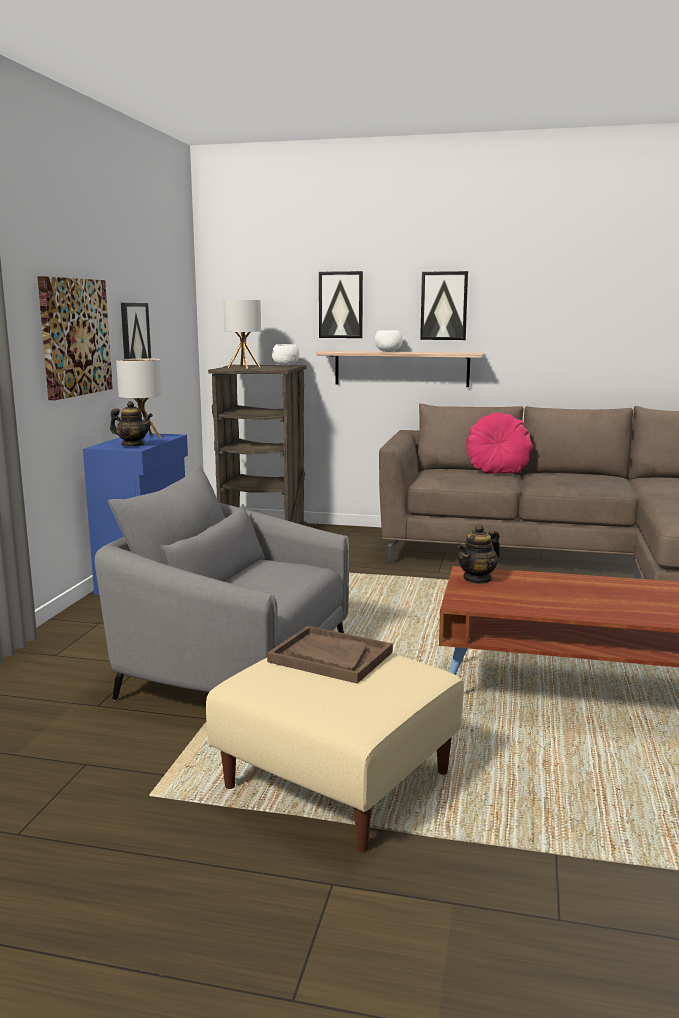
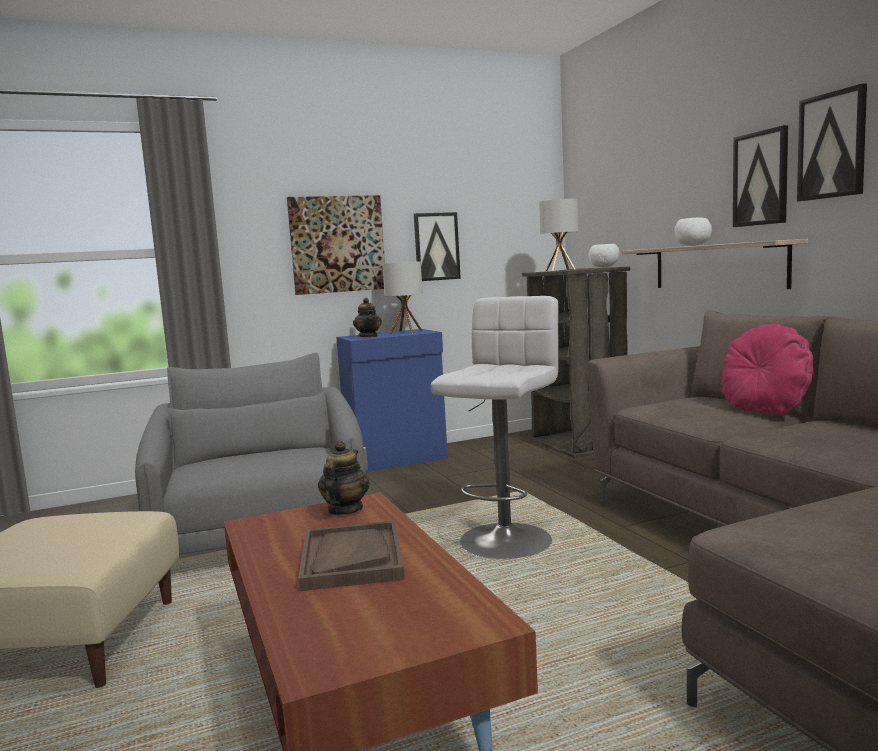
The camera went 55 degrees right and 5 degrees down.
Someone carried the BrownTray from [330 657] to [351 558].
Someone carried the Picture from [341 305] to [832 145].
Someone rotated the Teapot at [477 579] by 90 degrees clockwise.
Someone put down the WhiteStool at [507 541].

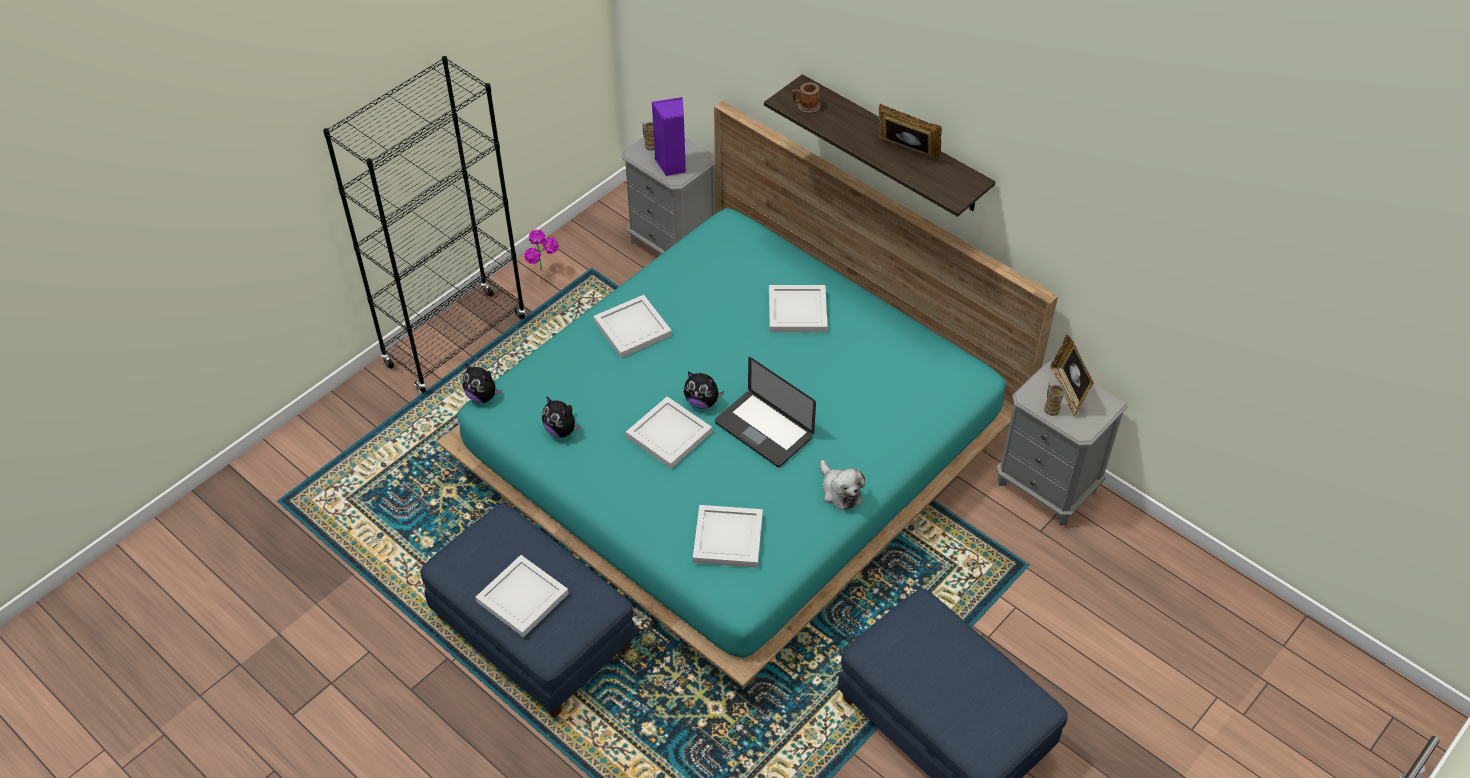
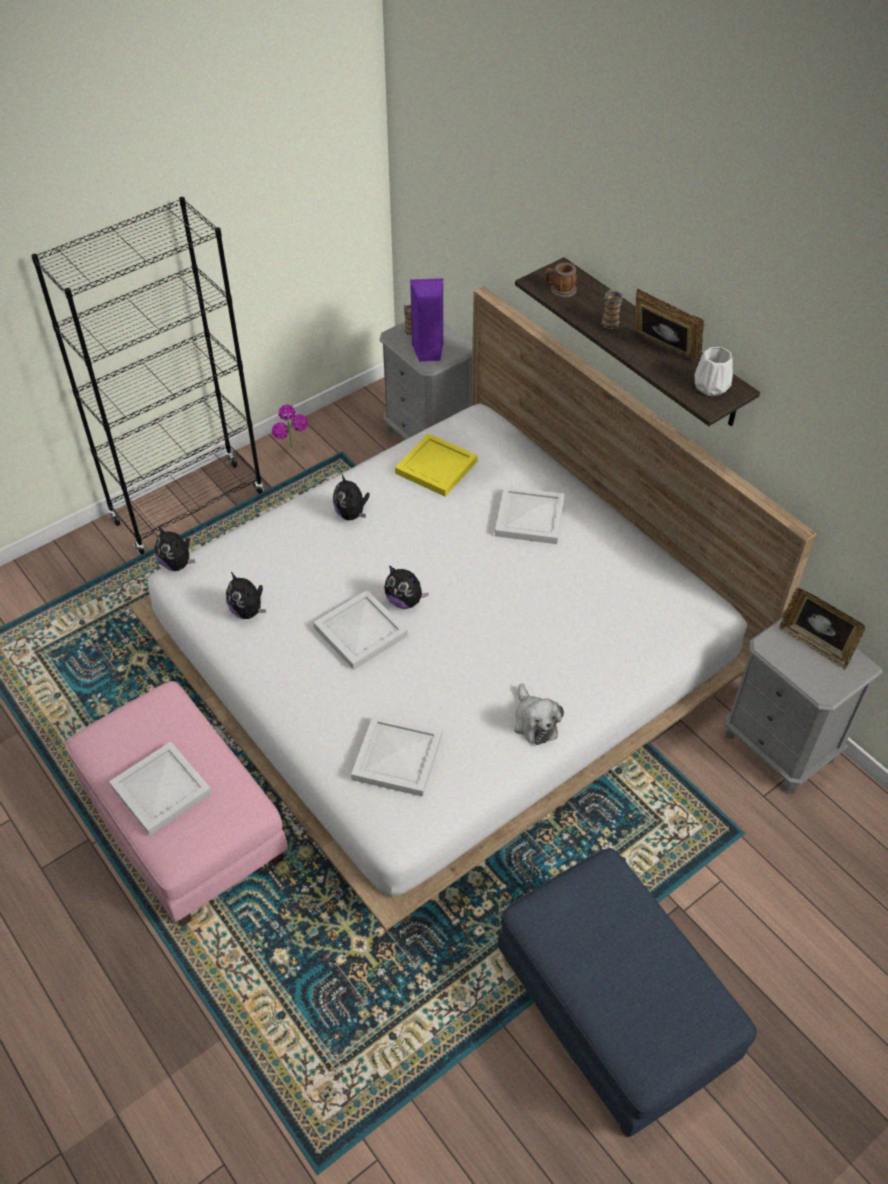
The camera went 10 degrees right and 0 degrees up.
Someone repainted the BlueOttoman at [534 633], which became the PinkOttoman at [186 826].
Someone repainted the TurquoiseBed at [734 456], which became the WhiteBed at [443 664].
Someone swapped the WhiteTray at [634 329] for the PlushToy at [351 514].
Someone took away the Laptop at [763 430].
Someone carried the Mug from [1050 407] to [609 321].
Someone rotated the PictureFrame at [1068 391] by 45 degrees counterclockwise.
Someone put down the YellowTray at [436 468].
Someone put down the WhiteVase at [710 386].

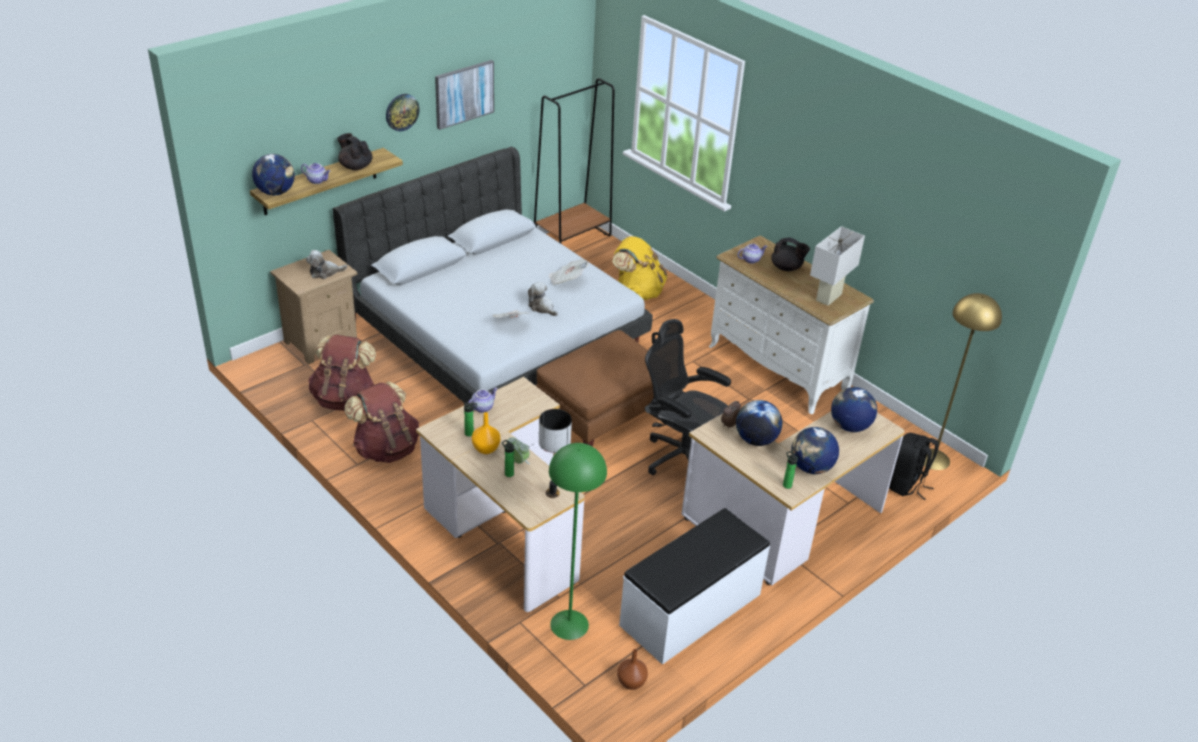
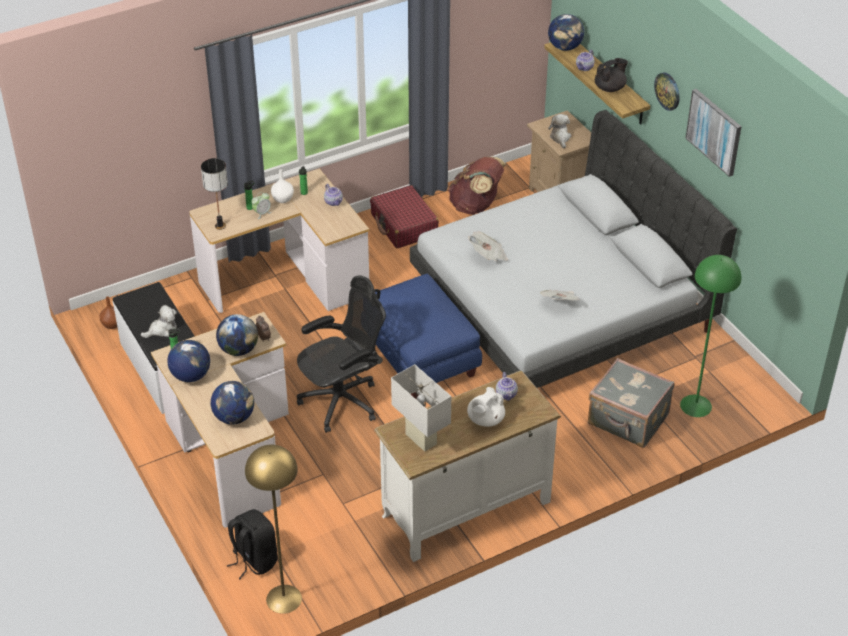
The camera went 105 degrees right and 5 degrees up.
Someone swapped the BrownBackpack at [386 449] for the RedSuitcase at [404 225].
Someone repainted the OrangeVase at [485 449], which became the WhiteVase at [282 199].
Someone carried the PlushToy from [542 308] to [162 330].
Someone took away the ClothesRack at [572 239].
Someone repainted the BrownOttoman at [601 412], which became the BlueOttoman at [421 358].
Someone carried the GreenFloorLamp from [569 624] to [695 405].
Someone swapped the YellowBackpack at [637 292] for the GreySuitcase at [628 420].
Someone repainted the BlackTeapot at [786 268], which became the WhiteTeapot at [485 420].

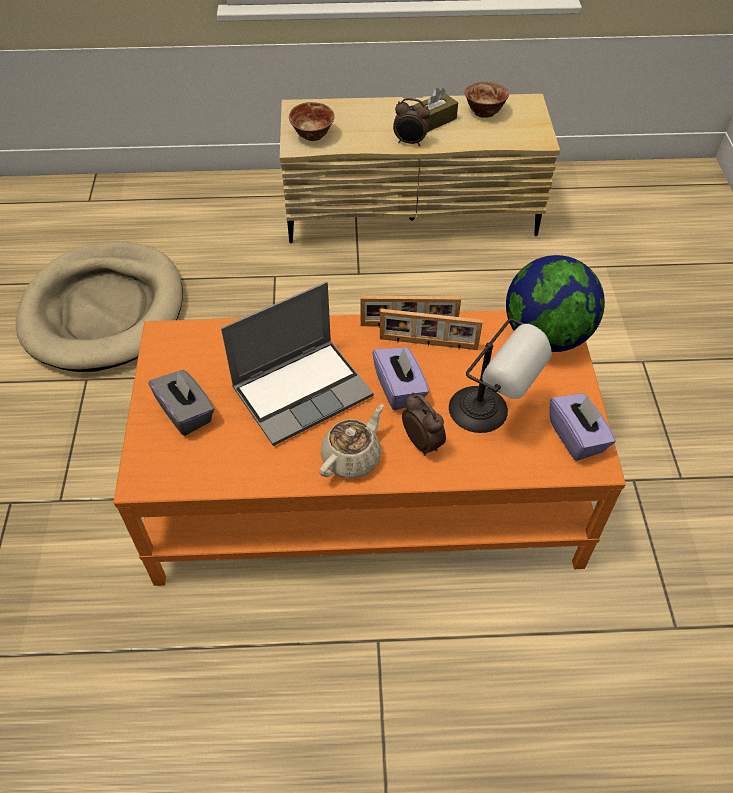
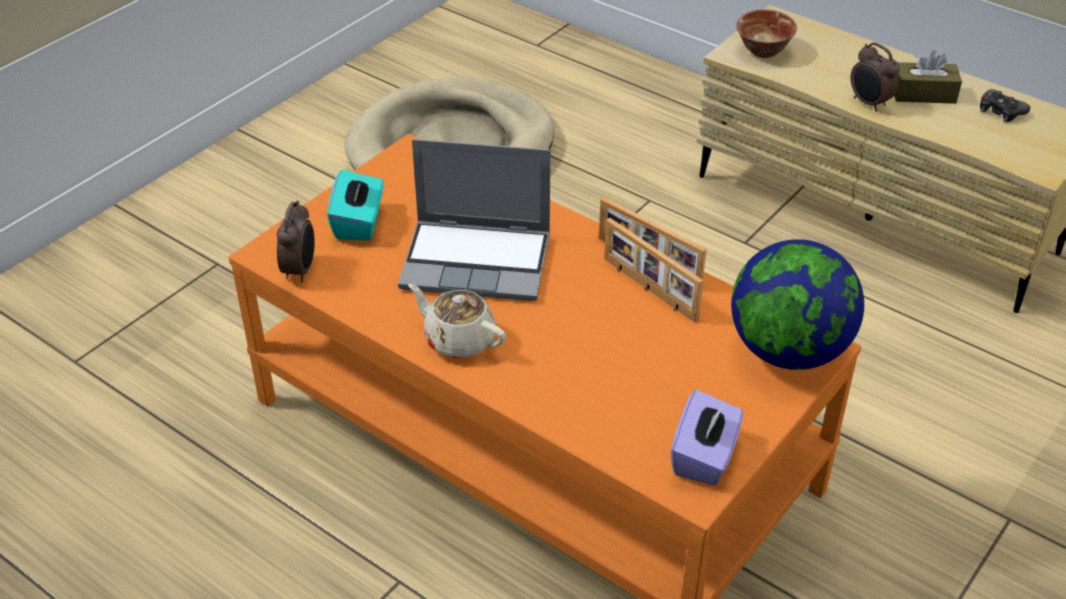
The camera went 40 degrees right and 10 degrees down.
Someone repainted the GreyTissueBox at [186 413], which became the TurquoiseTissueBox at [359 223].
Someone rotated the BeigeTeapot at [352 457] by 135 degrees counterclockwise.
Someone took away the PurpleTissueBox at [399 389].
Someone carried the AlarmClock from [422 442] to [300 270].
Someone took away the TableLamp at [490 413].
Someone swapped the Bowl at [484 112] for the BlackGameController at [1000 111].

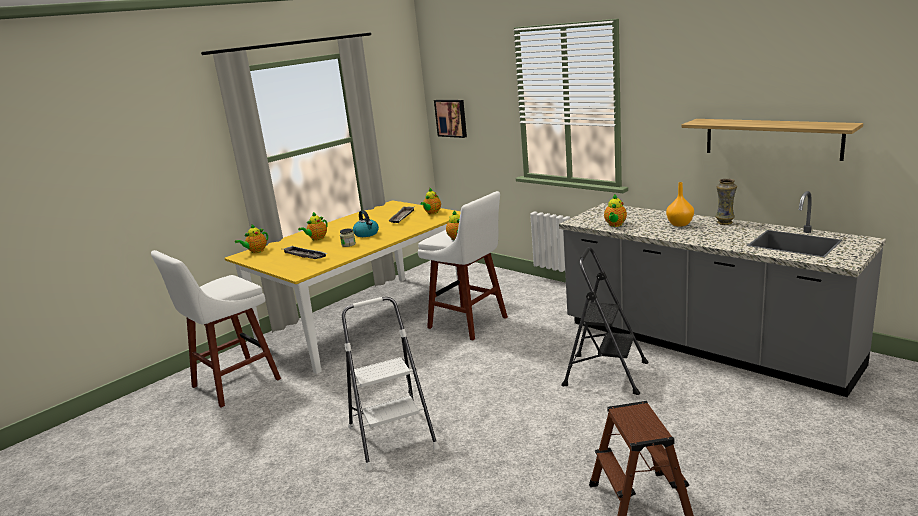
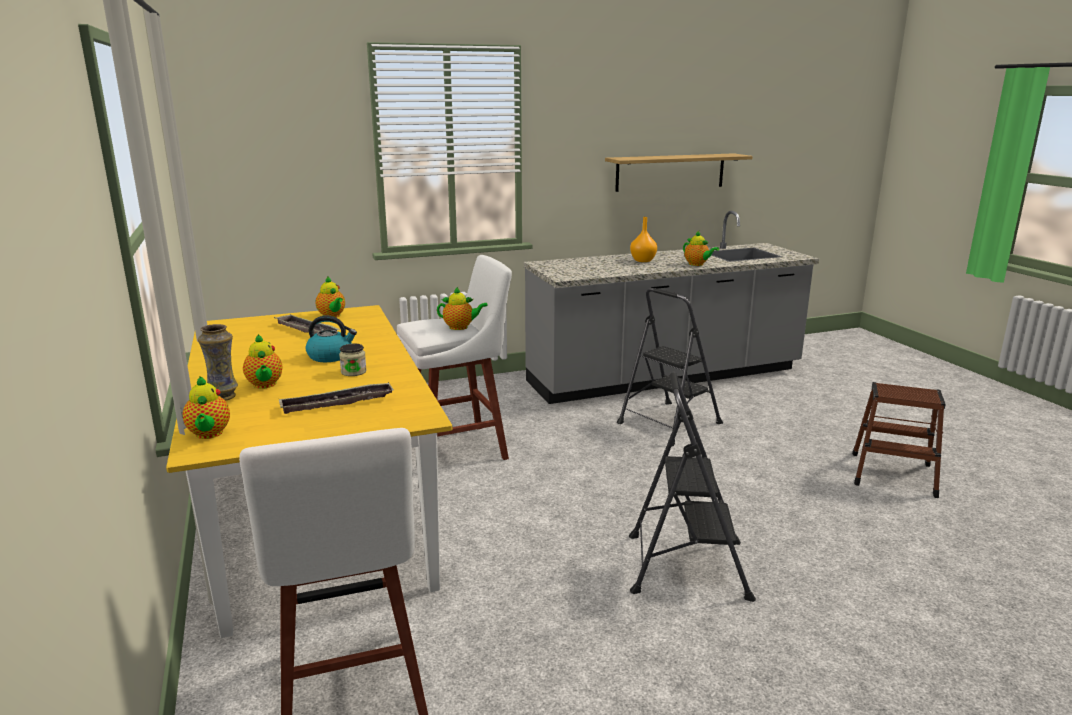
The camera went 65 degrees left and 0 degrees up.
Someone repainted the WhiteStepLadder at [391 435], which became the BlackStepLadder at [683 564].
Someone took away the Picture at [451 118].
Someone carried the Teapot from [615 225] to [697 264].
Someone carried the Vase from [725 222] to [224 396].

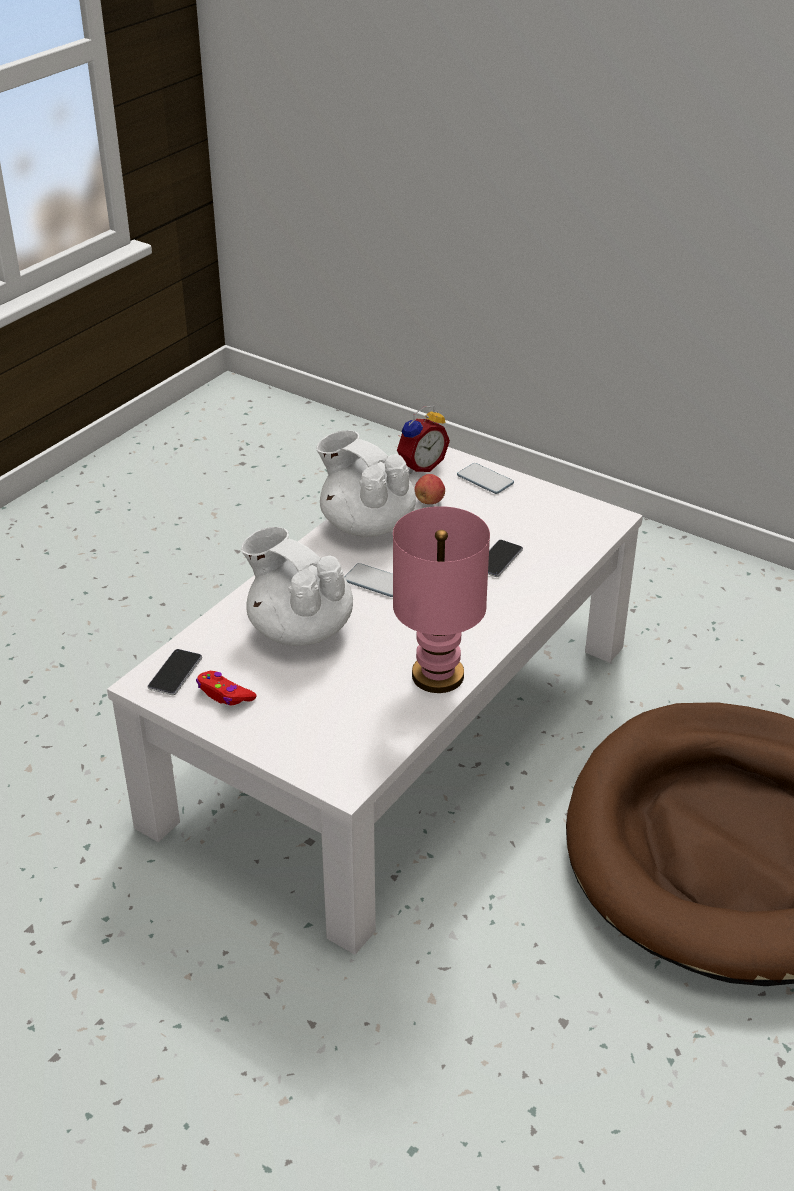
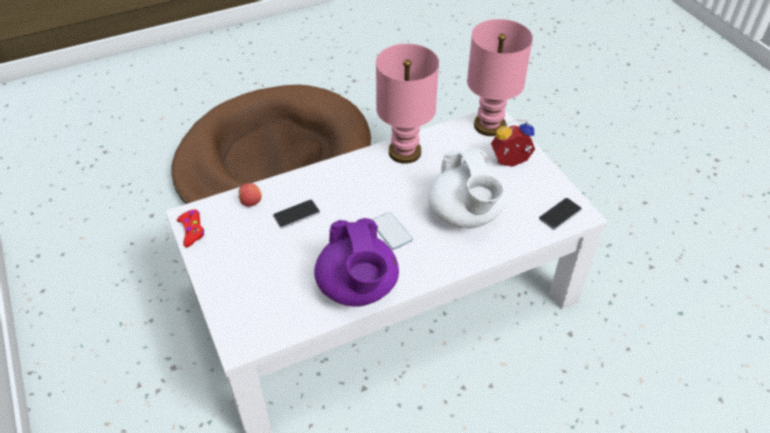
The camera went 150 degrees left and 10 degrees up.
Someone carried the RedGameController from [224 694] to [192 230].
Someone repainted the WhiteTeapot at [366 524], which became the PurpleTeapot at [358 288].
Someone carried the AlarmClock from [420 466] to [511 163].
Someone carried the Apple from [429 501] to [251 202].
Someone took away the Phone at [485 480].
Someone put down the PinkTableLamp at [489 126].

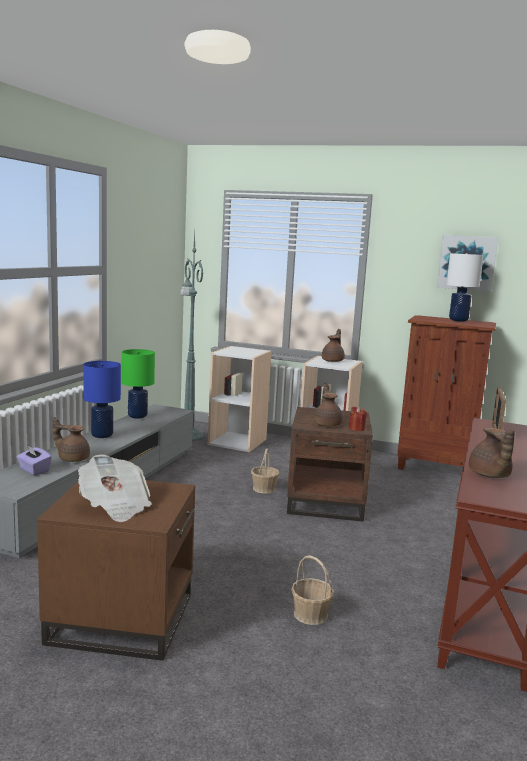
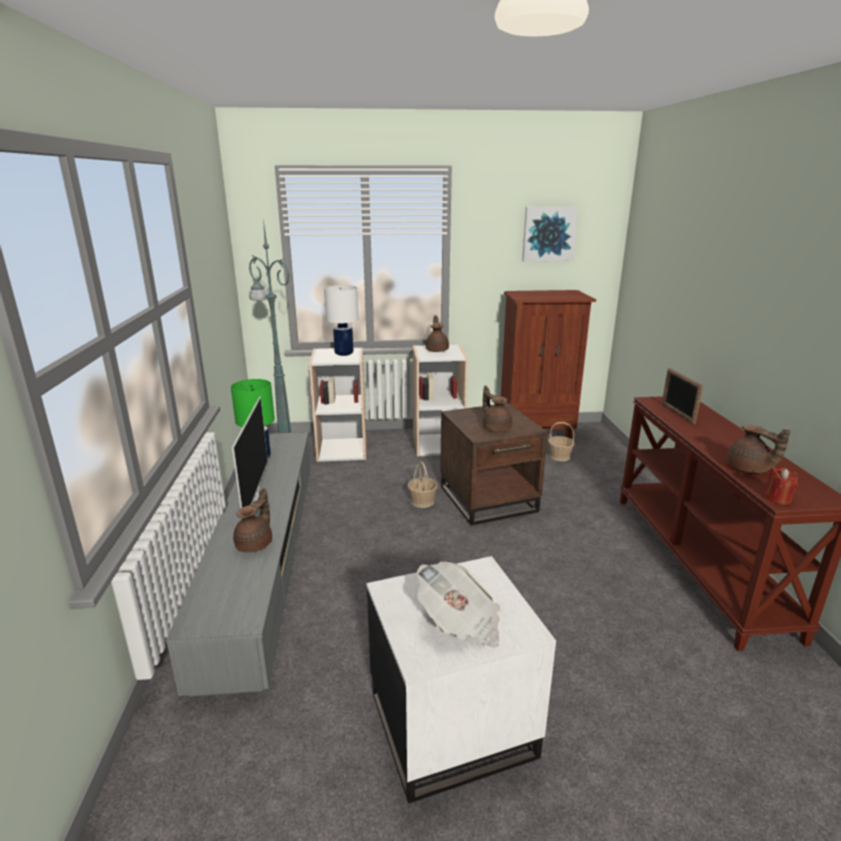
The camera went 25 degrees left and 10 degrees up.
Someone took away the PurpleTissueBox at [34 470].
Someone repainted the BrownSideTable at [122 618], which became the WhiteSideTable at [451 723].
Someone rotated the BrownTeapot at [72 458] by 120 degrees clockwise.
Someone swapped the BlueTableLamp at [102 436] for the Television at [252 499].
Someone carried the Basket from [310 614] to [559 456].
Someone carried the RedCandle from [356 429] to [777 498].
Someone carried the WhiteTableLamp from [458 321] to [343 354].

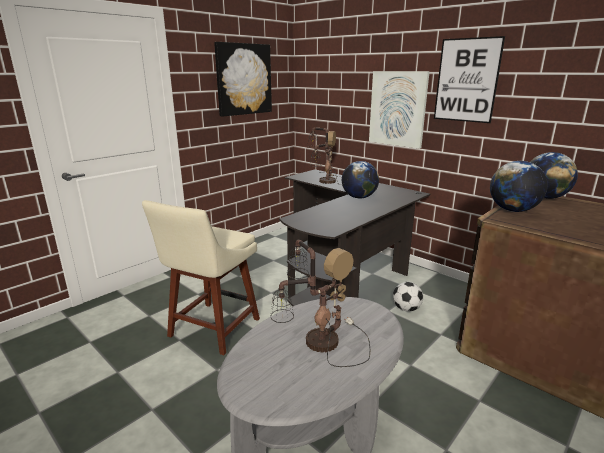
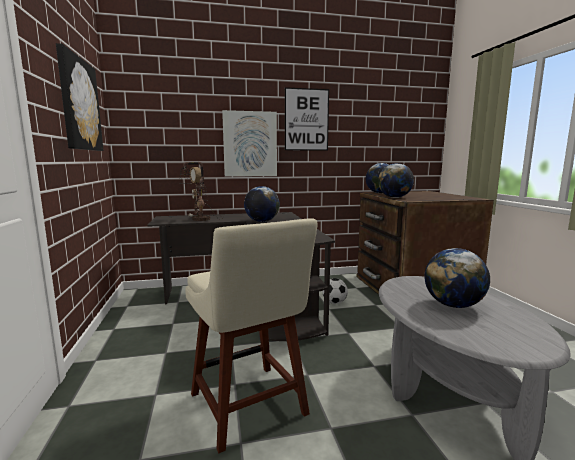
The camera went 55 degrees left and 10 degrees down.
Someone swapped the TableLamp at [319 342] for the Globe at [453 305].

